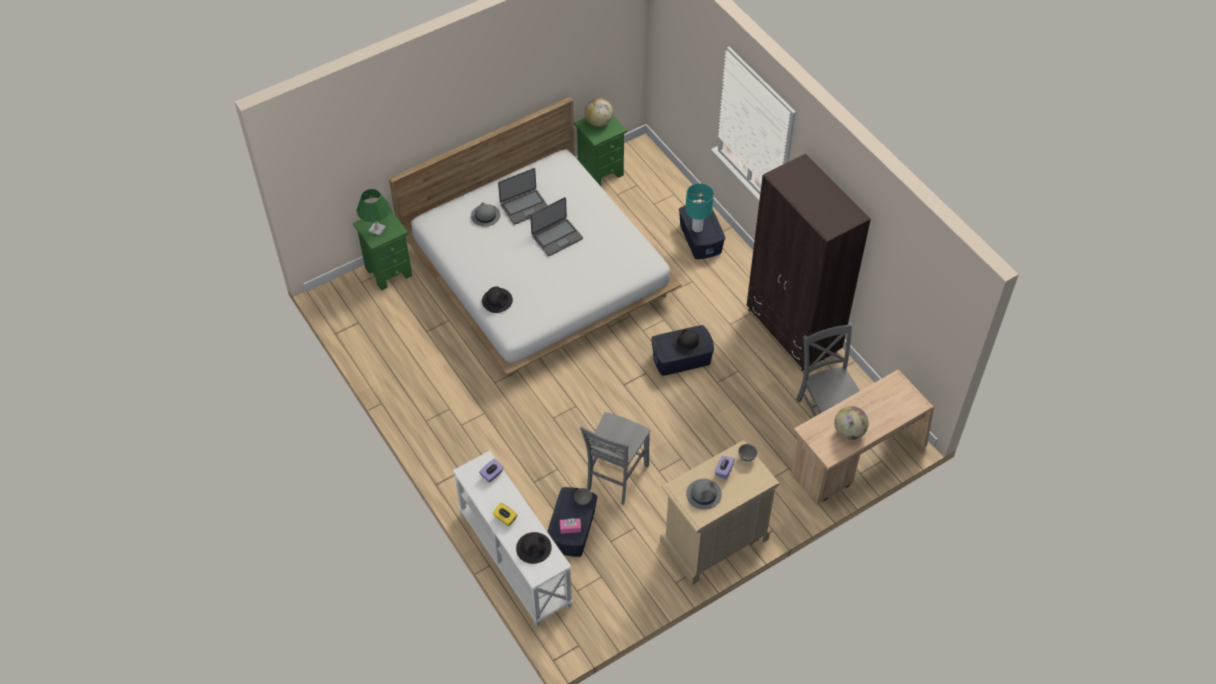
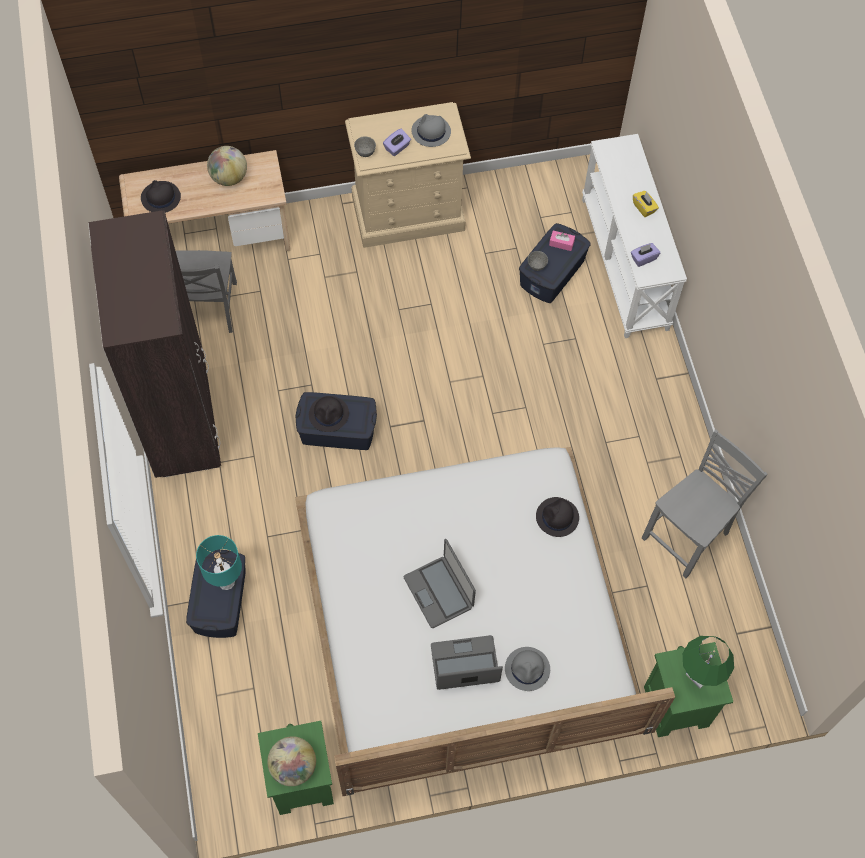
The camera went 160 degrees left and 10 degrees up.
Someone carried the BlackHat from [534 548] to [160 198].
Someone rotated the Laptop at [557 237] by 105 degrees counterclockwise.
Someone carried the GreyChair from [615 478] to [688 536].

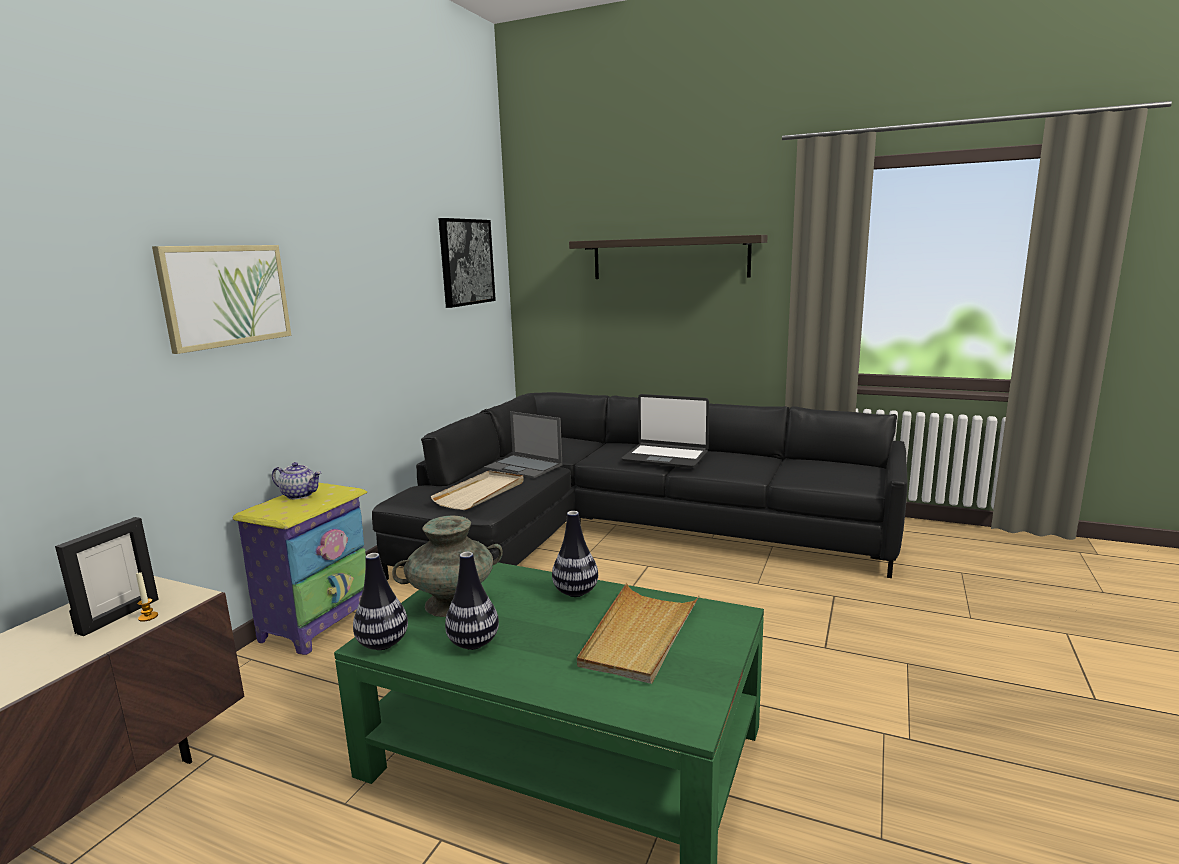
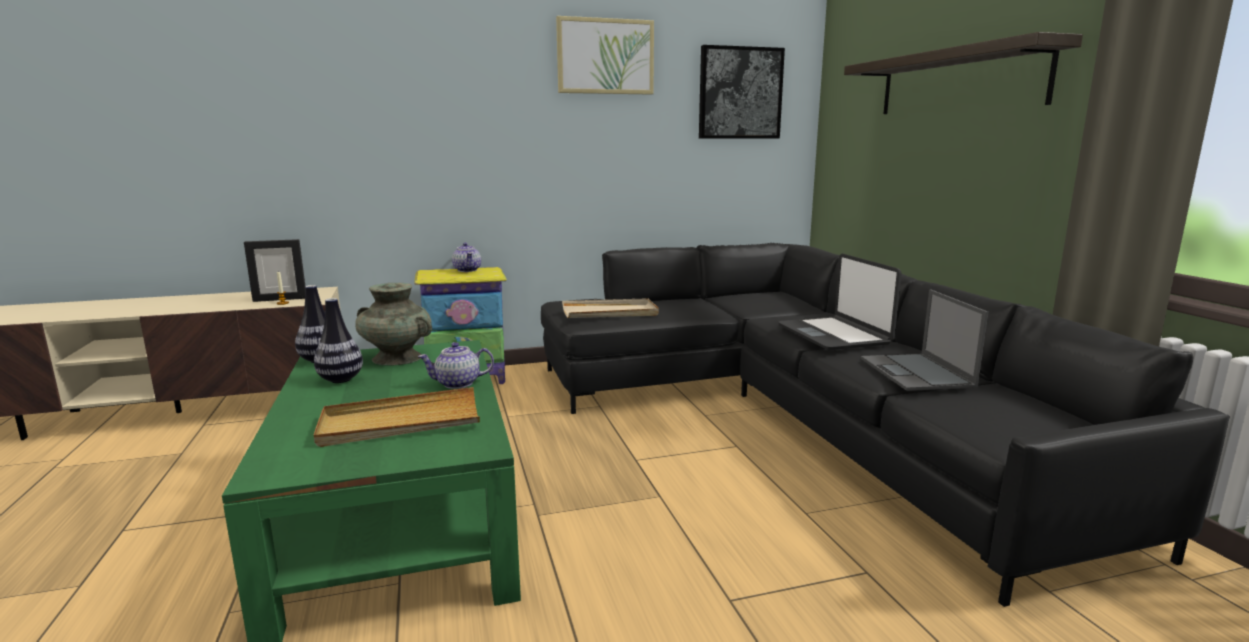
The camera went 50 degrees right and 0 degrees up.
Someone carried the Picture from [226 295] to [605 56].
Someone carried the Laptop from [524 467] to [917 373].
Someone swapped the Vase at [576 592] for the Teapot at [457 384].

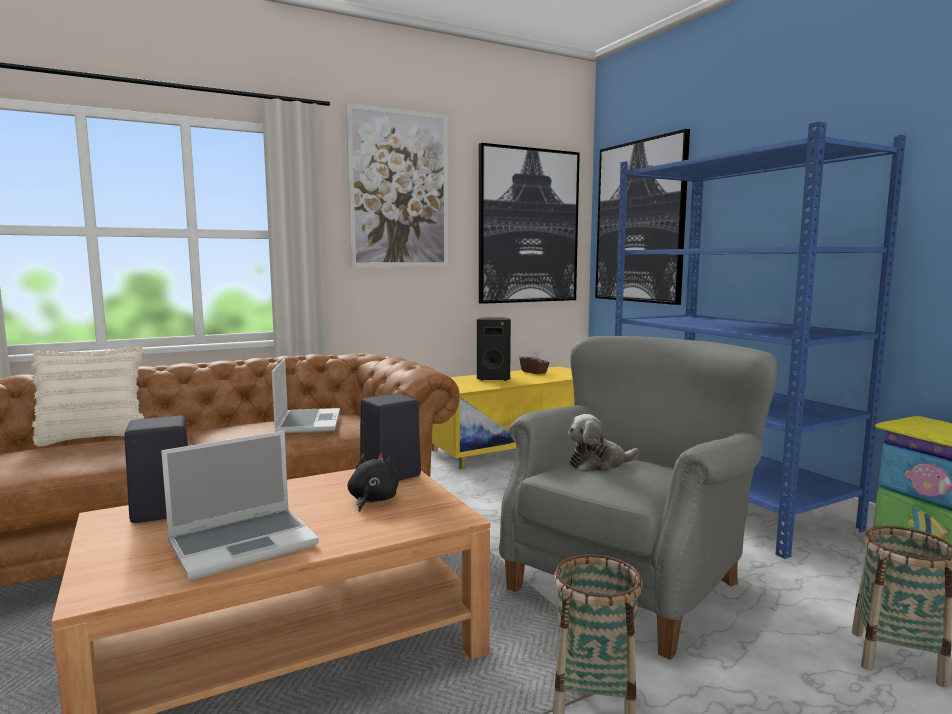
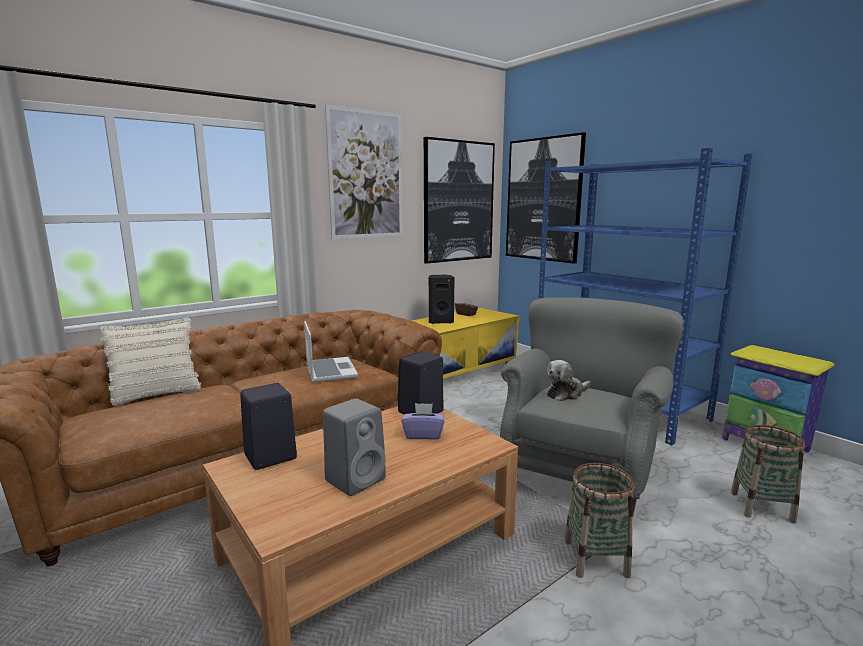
The camera went 10 degrees left and 5 degrees up.
Someone swapped the Laptop at [244 543] for the GreySpeaker at [356 479].
Someone swapped the BlackPlushToy at [372 500] for the PurpleTissueBox at [423 434].

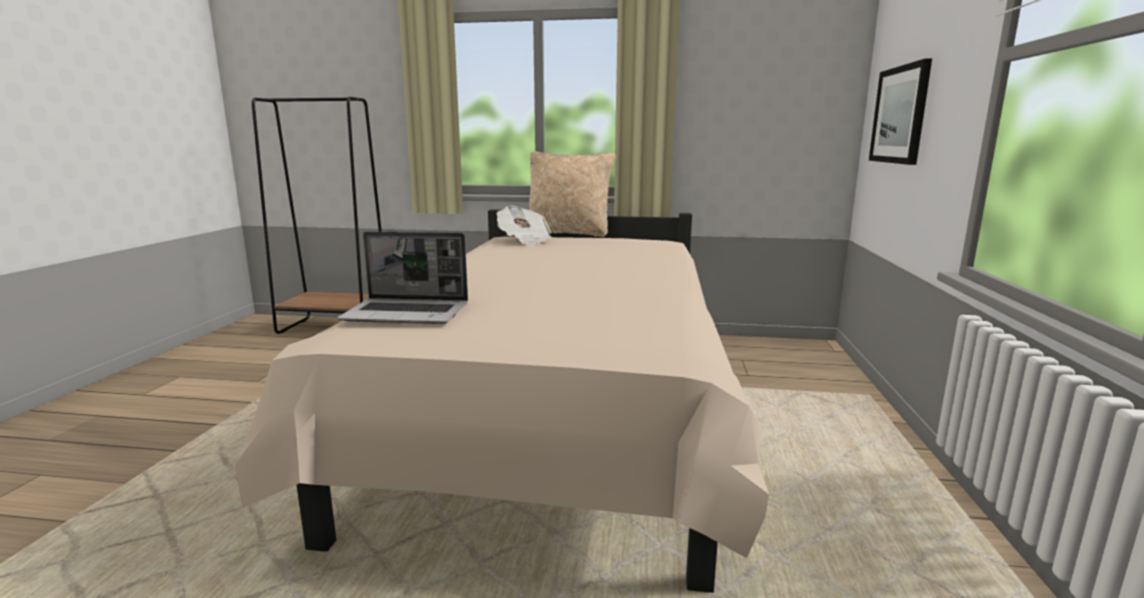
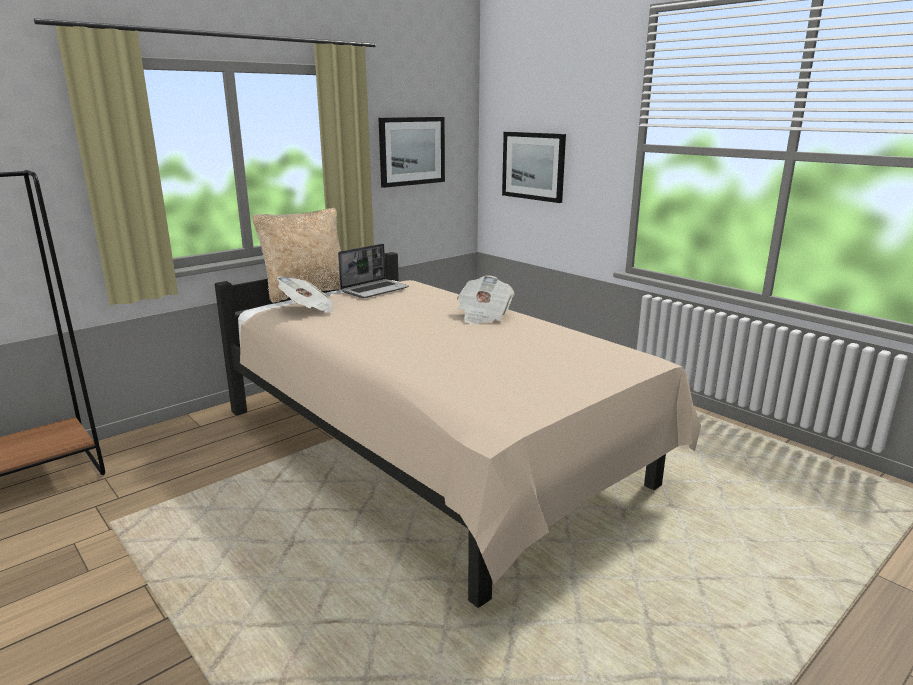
The camera went 50 degrees left and 5 degrees up.
Someone carried the Laptop from [408 313] to [375 290].
Someone put up the Picture at [412 151].
Someone put down the Newspaper at [483 315].

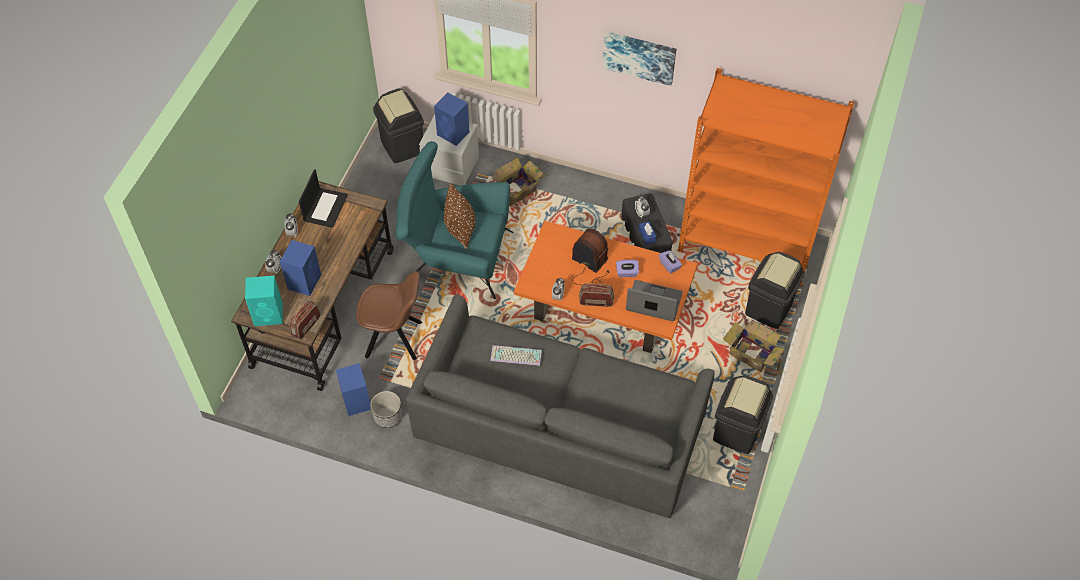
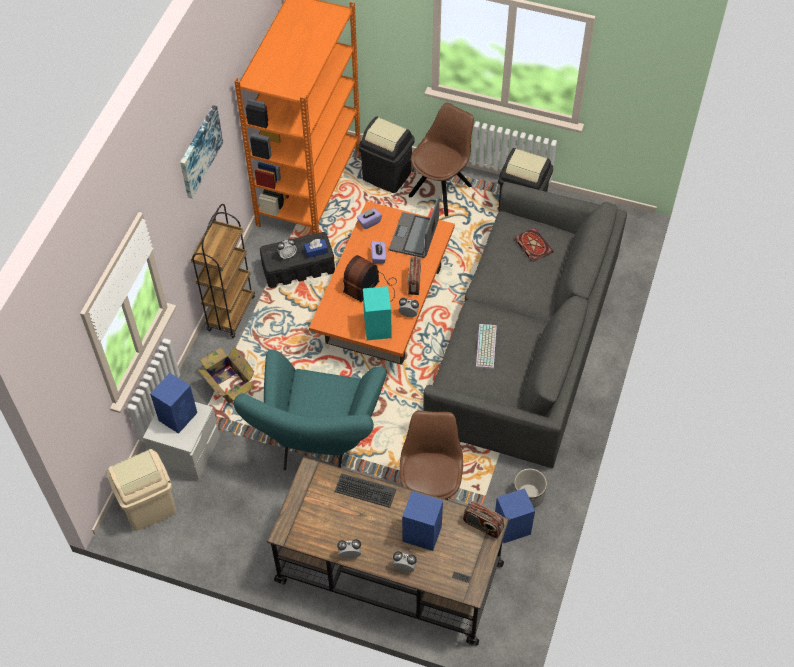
The camera went 90 degrees left and 0 degrees up.
Someone carried the TurquoiseSpeaker from [269 314] to [377 327].
Someone took away the Laptop at [325 207].
Someone repainted the BlackTrashCan at [403 146], which became the BeigeTrashCan at [148 505].
Someone took away the BrownPillow at [460 230].
Someone swapped the CardboardBox at [752 356] for the BrownChair at [441 191].
Someone put down the BrownCart at [230 314].
Someone put down the Keyboard at [365 491].
Someone put down the Book at [532 245].

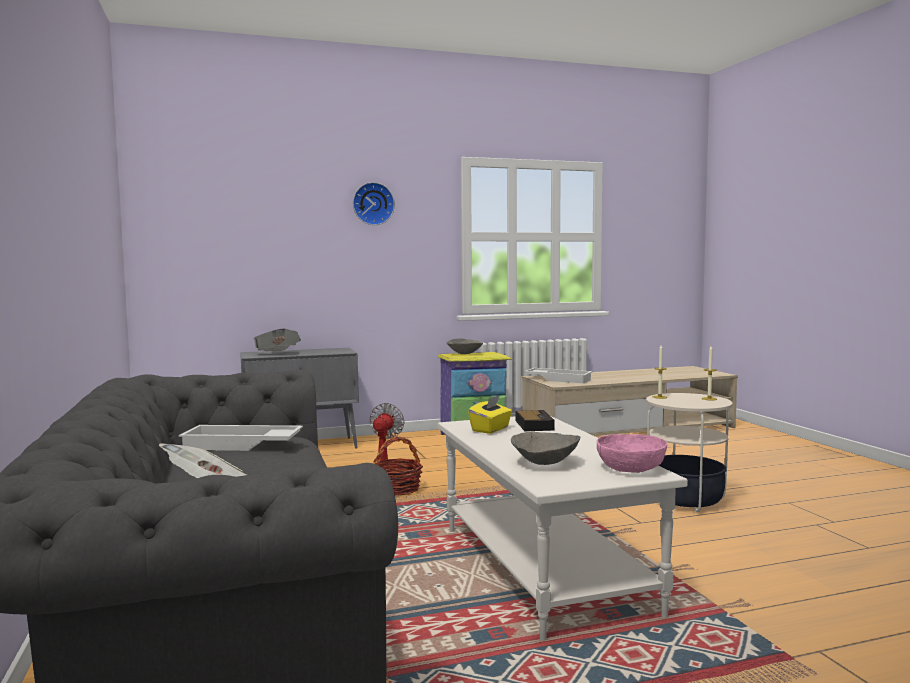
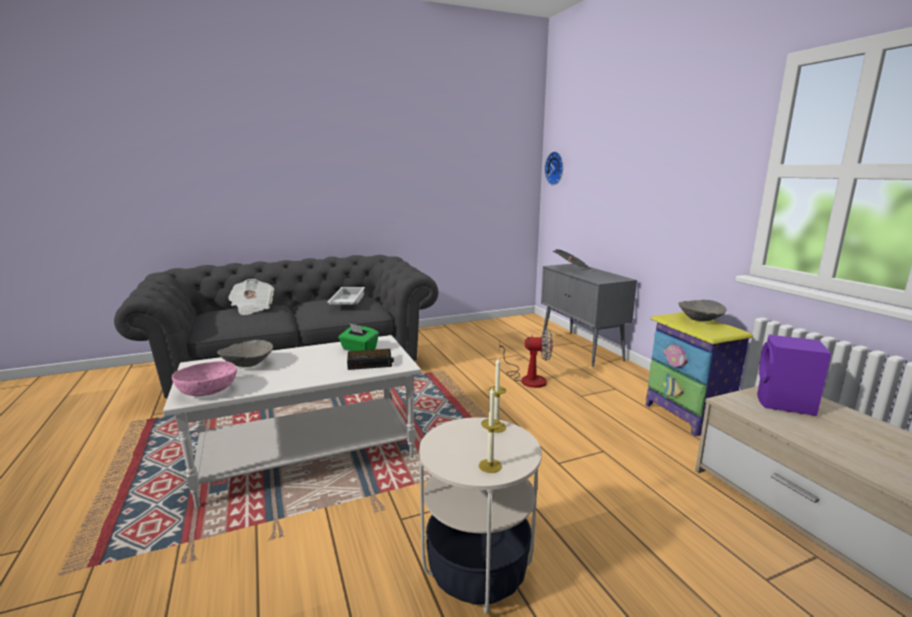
The camera went 85 degrees right and 10 degrees up.
Someone carried the WallClock from [373 204] to [556 168].
Someone took away the Basket at [397 489].
Someone repainted the YellowTissueBox at [491 429], which became the GreenTissueBox at [359 349].
Someone swapped the WhiteTray at [559 379] for the PurpleSpeaker at [784 404].

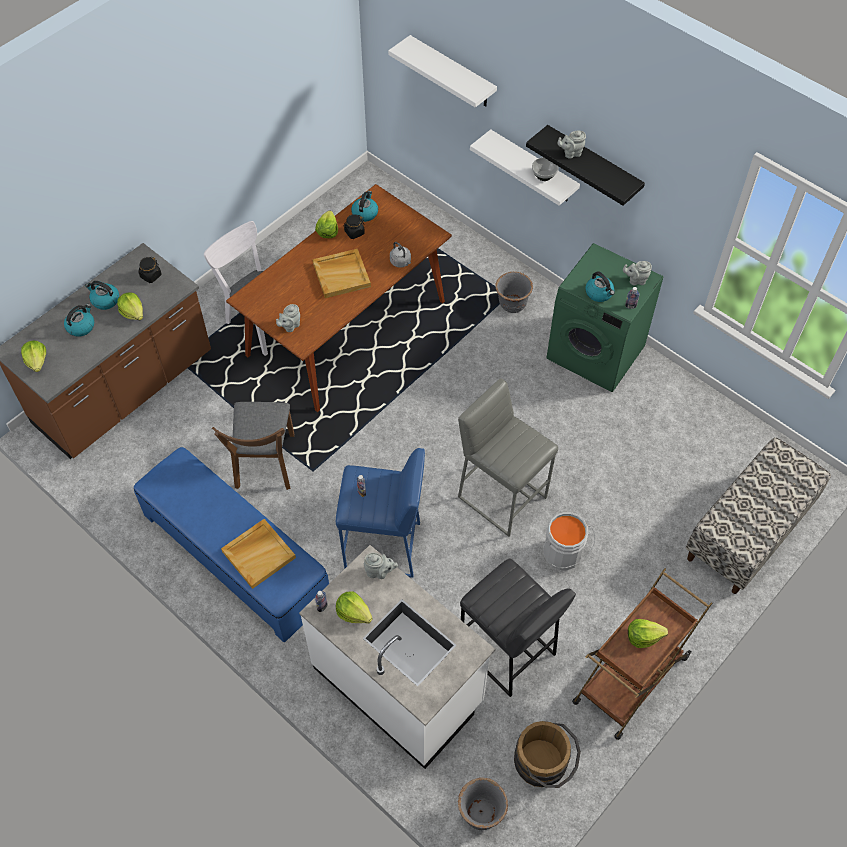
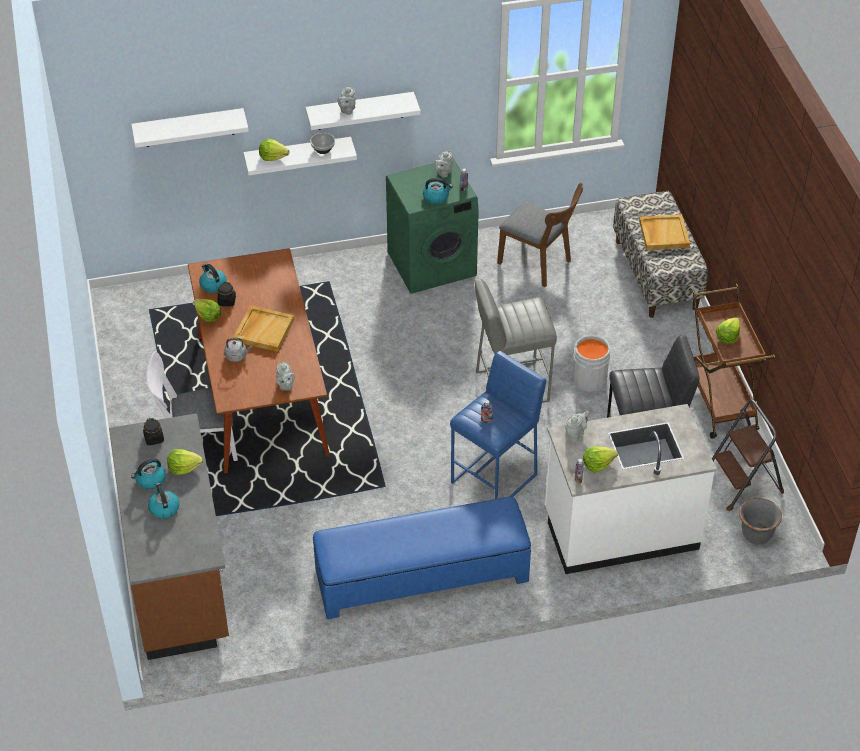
The camera went 55 degrees left and 10 degrees down.
Someone carried the Lettuce from [37 361] to [273 156].
Someone carried the BrownChair from [265 466] to [539 264].
Someone carried the BeigeTray from [259 554] to [663 234].
Someone carried the GreyKettle from [401 262] to [237 356].
Someone took away the GreyPlanter at [512 305].
Someone swapped the BrownBucket at [544 765] for the BrownStepLadder at [746 481].
Someone repainted the BlackShelf at [593 165], which became the WhiteShelf at [360 111].

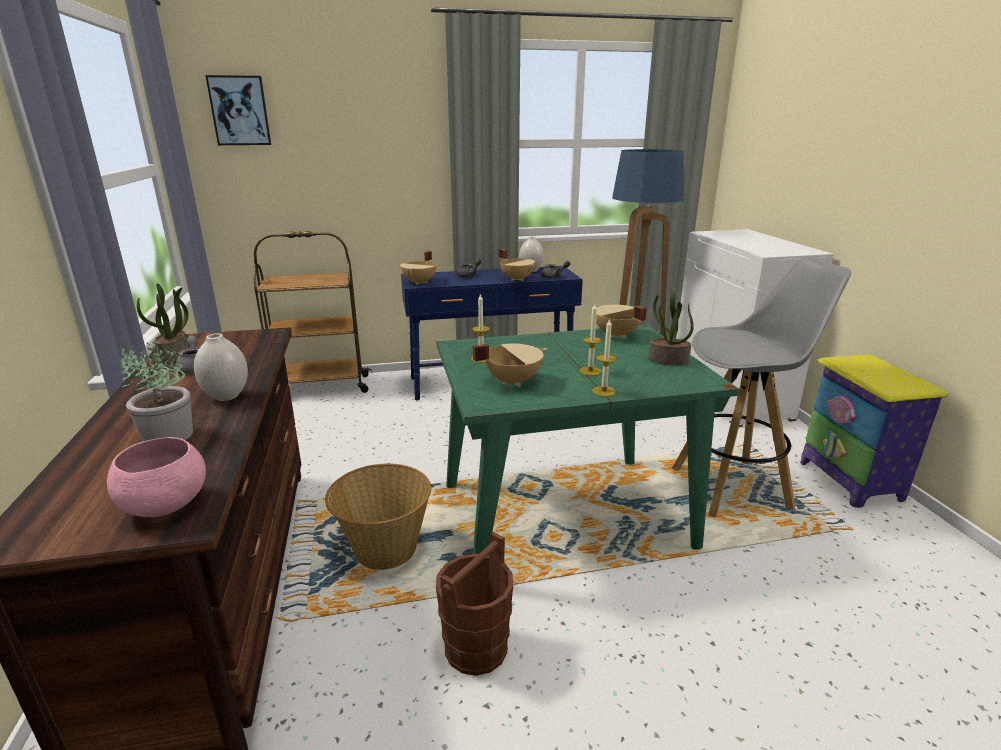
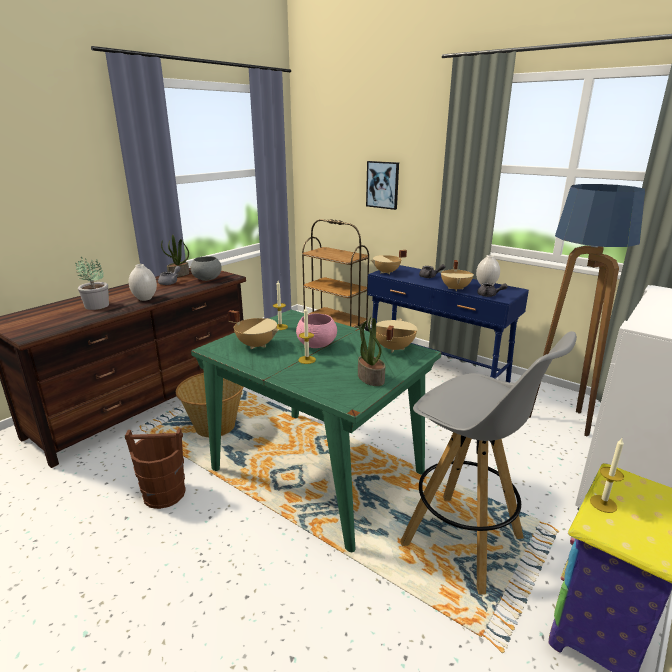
The camera went 50 degrees right and 0 degrees up.
Someone carried the PinkBowl from [164 505] to [316 345].
Someone carried the Picture from [239 111] to [383 185].
Someone carried the Candle from [604 391] to [603 504].
Someone put down the GreyBowl at [207 279].

